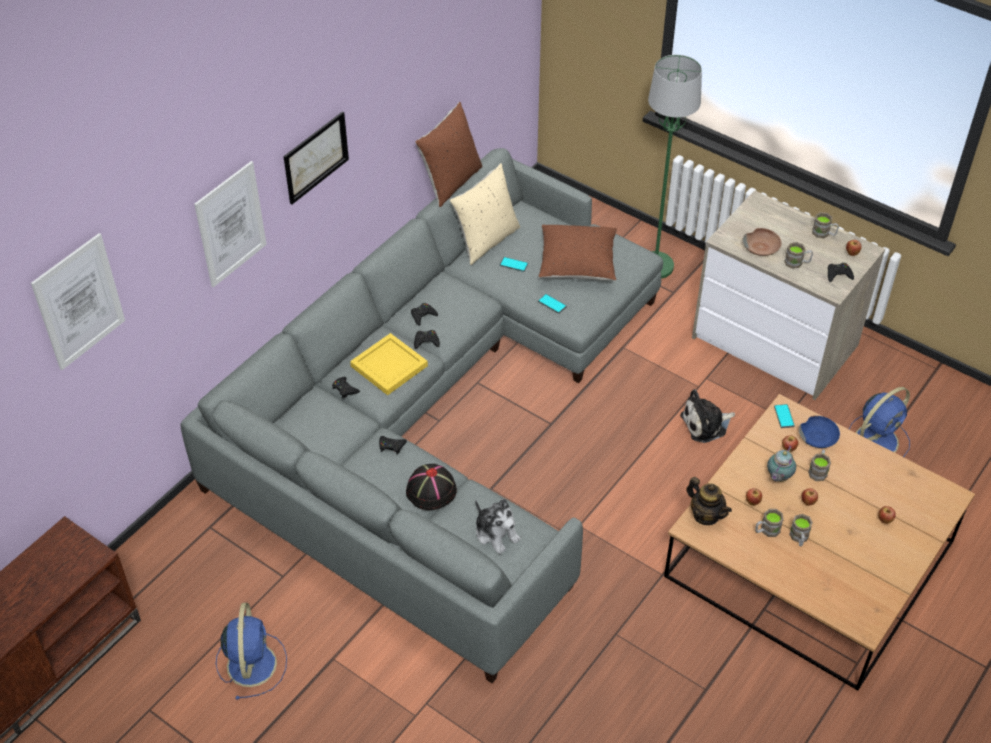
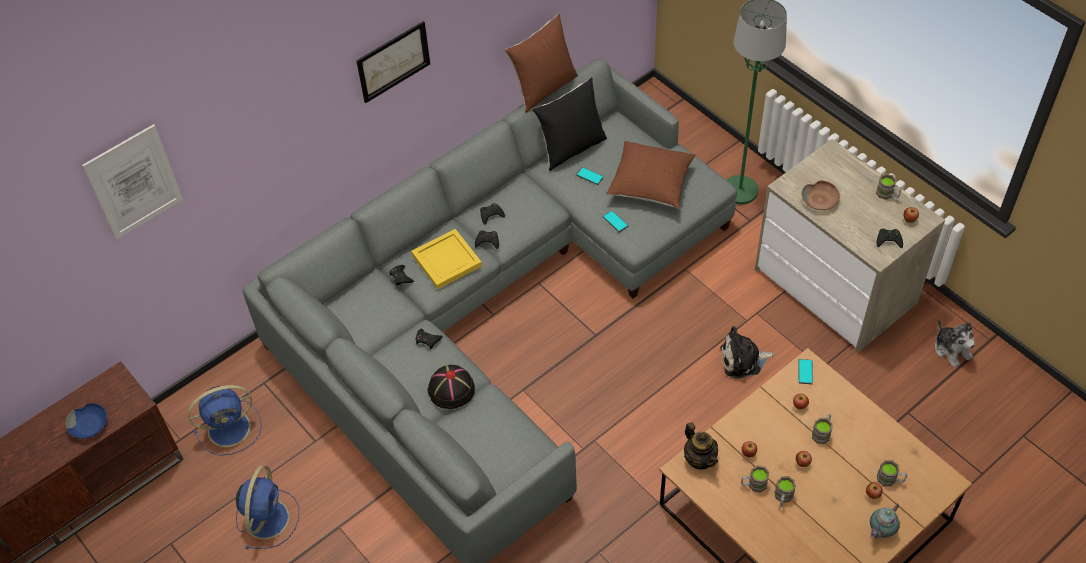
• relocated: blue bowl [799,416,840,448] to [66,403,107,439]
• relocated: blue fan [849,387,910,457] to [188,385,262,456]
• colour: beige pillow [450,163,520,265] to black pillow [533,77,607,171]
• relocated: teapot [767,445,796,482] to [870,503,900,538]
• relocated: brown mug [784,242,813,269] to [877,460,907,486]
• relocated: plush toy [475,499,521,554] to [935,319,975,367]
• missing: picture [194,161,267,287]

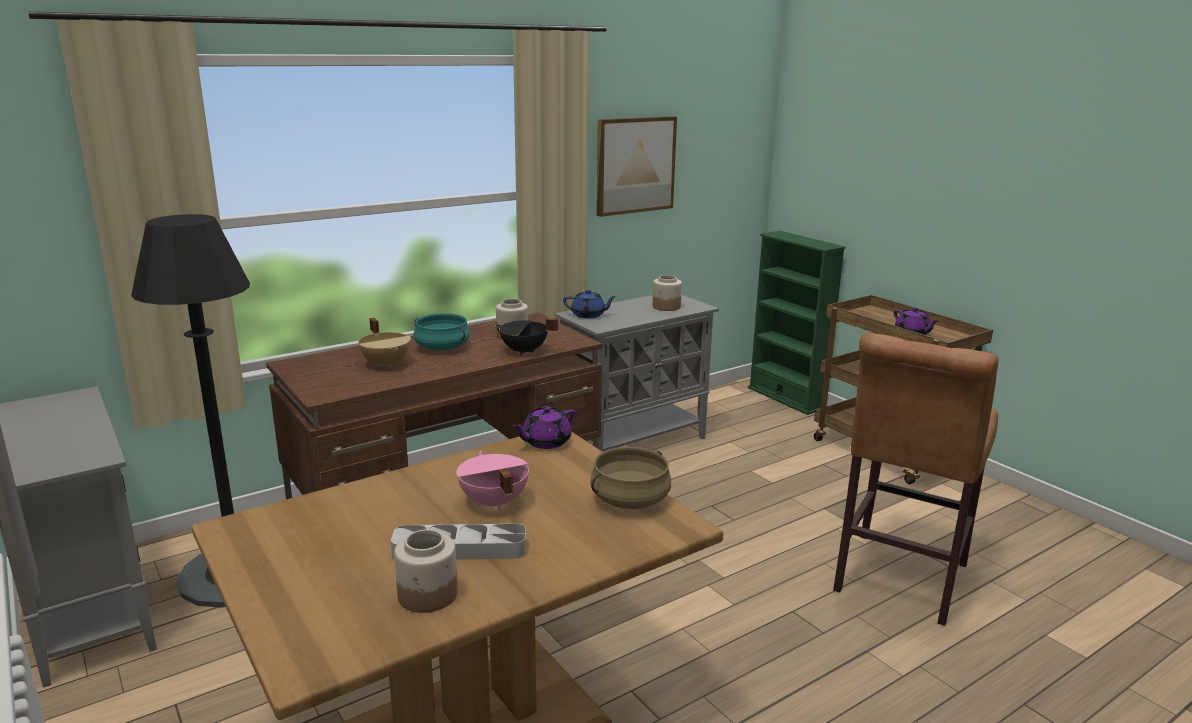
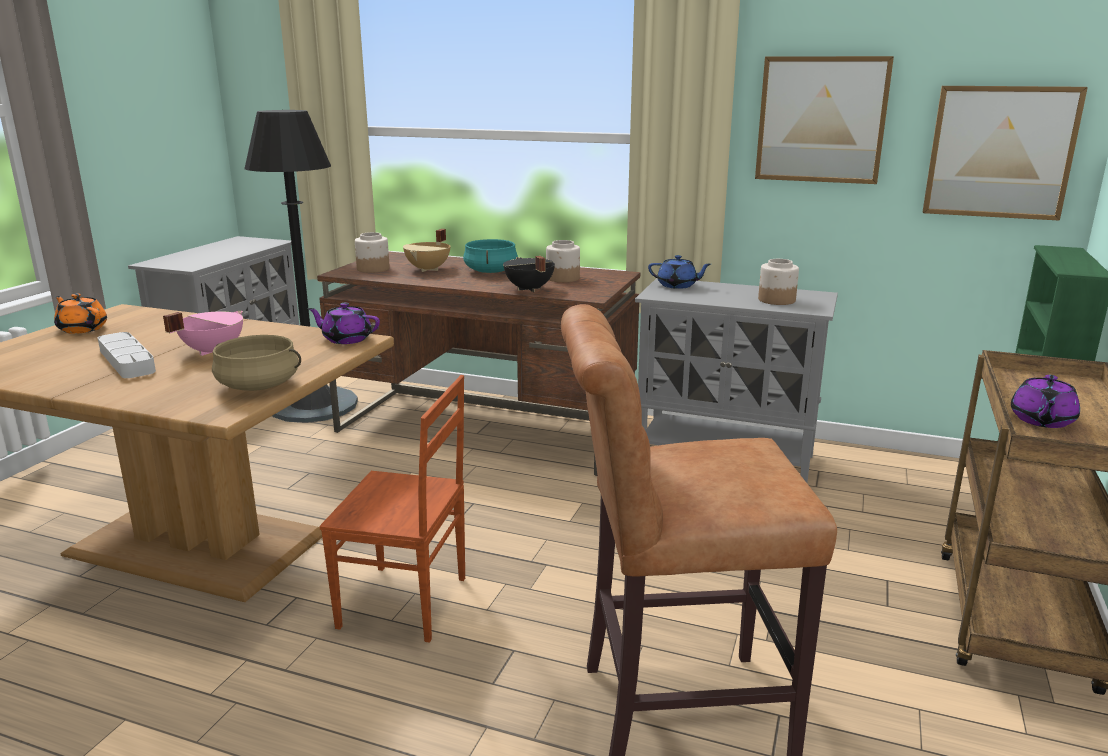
• appeared: orange teapot [54,294,107,334]
• appeared: brown chair [320,375,465,643]
• relocated: jar [394,529,458,613] to [355,232,390,273]
• spun: blue teapot [563,290,617,318] = [648,255,711,289] 45 degrees counterclockwise
• appeared: picture [923,86,1088,221]

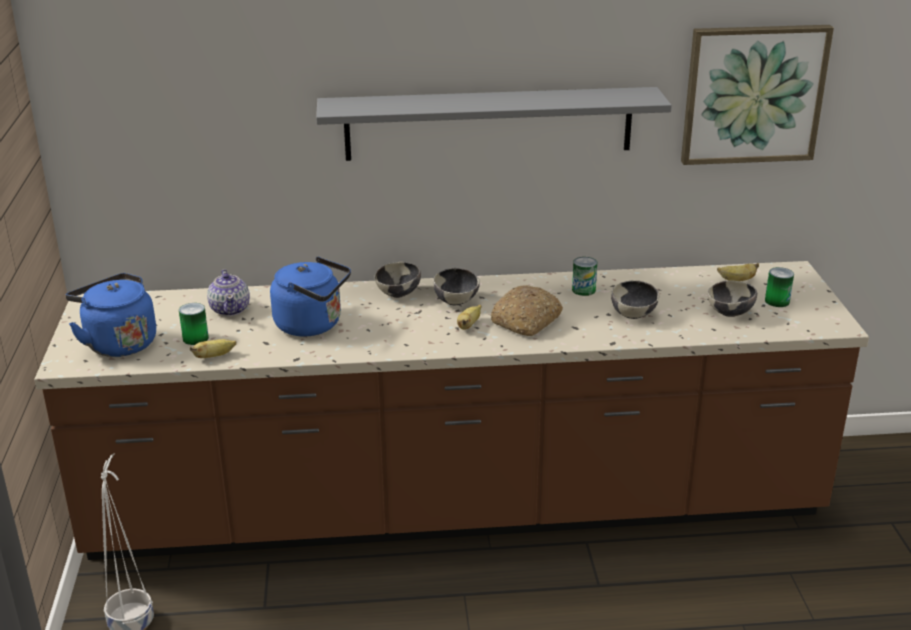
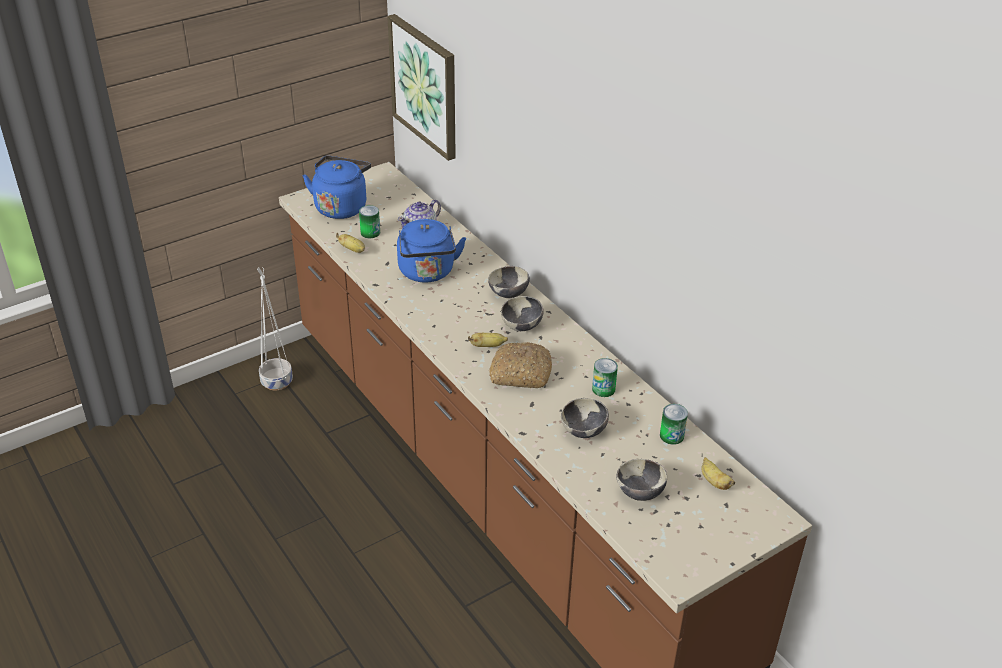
• relocated: picture [681,25,834,165] to [387,14,456,161]
• relocated: can [765,267,794,307] to [660,404,688,445]
• missing: grey shelf [316,87,672,161]

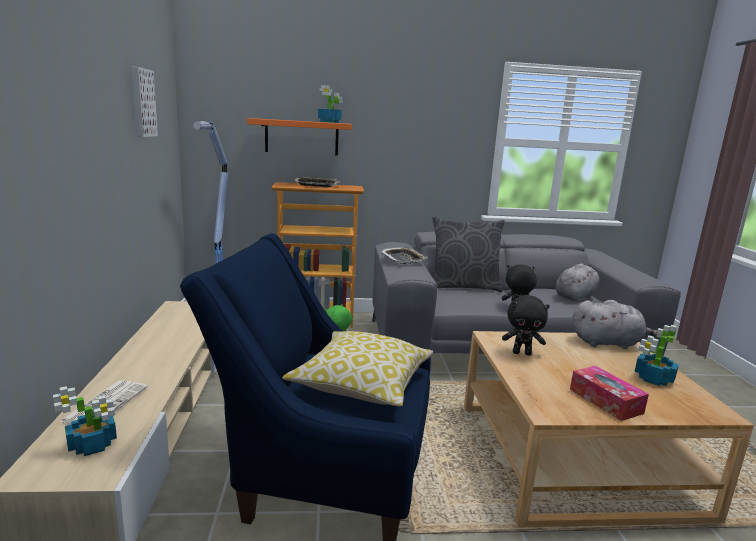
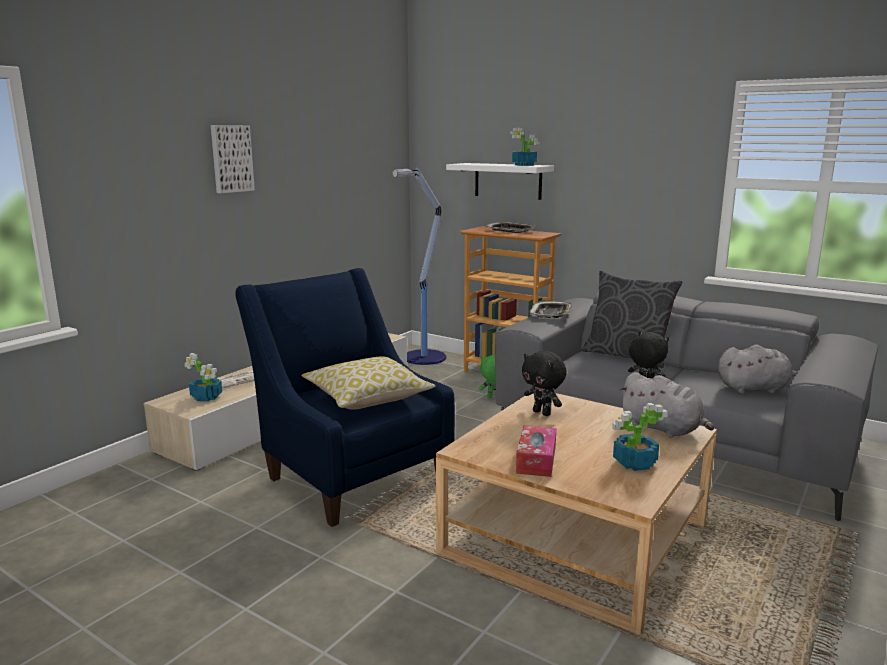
• relocated: picture [131,66,158,137] to [211,125,255,193]
• colour: orange shelf [247,118,352,156] to white shelf [446,163,554,200]

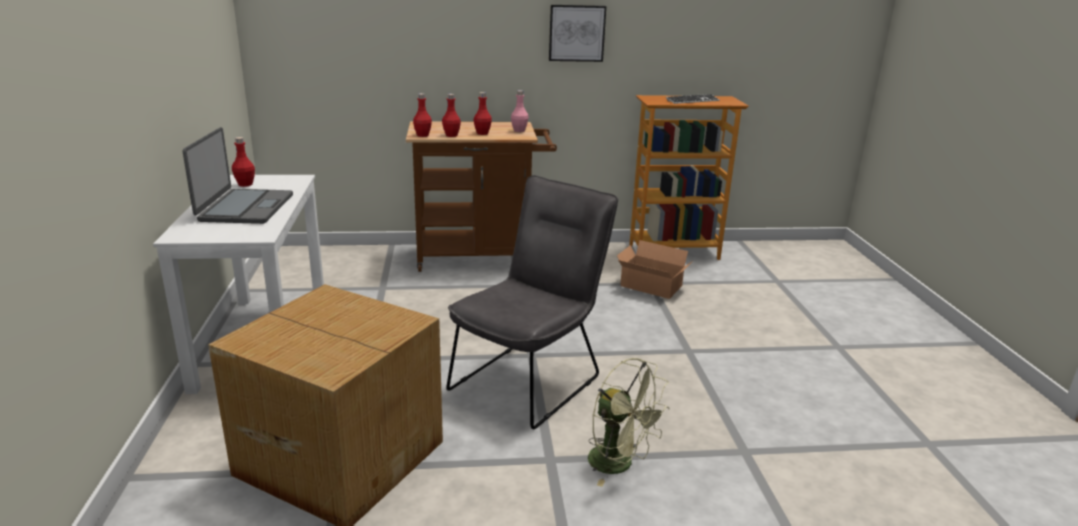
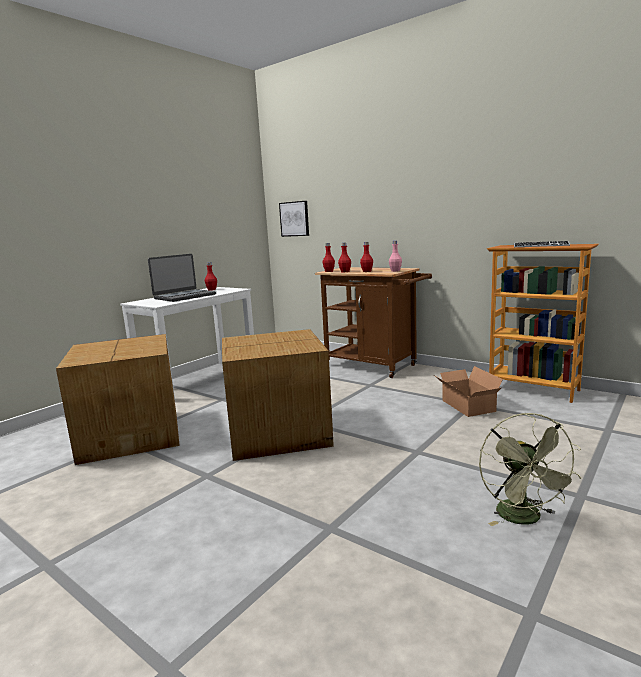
• exchanged: grey chair [446,175,618,429] to cardboard box [222,329,334,461]
• relocated: picture [549,5,606,62] to [279,201,309,237]
• relocated: green fan [588,358,670,487] to [479,413,581,526]

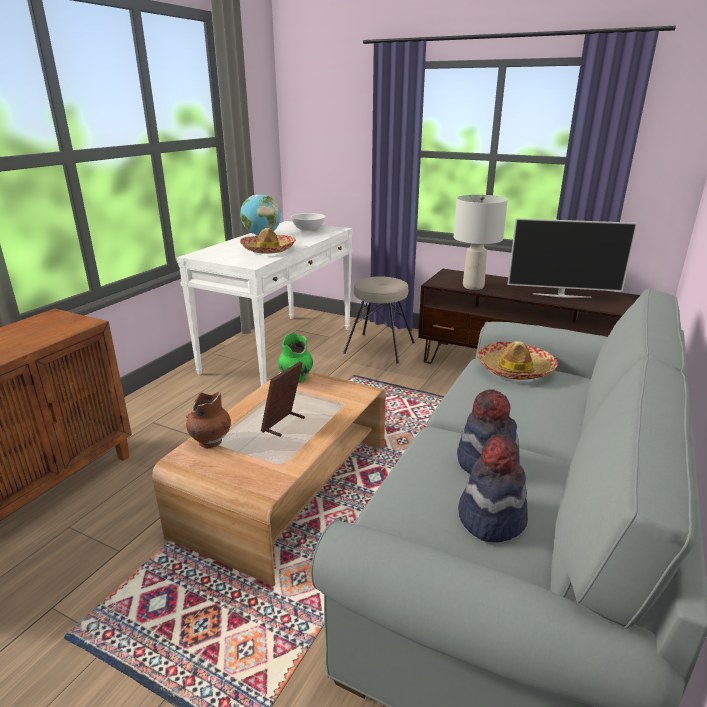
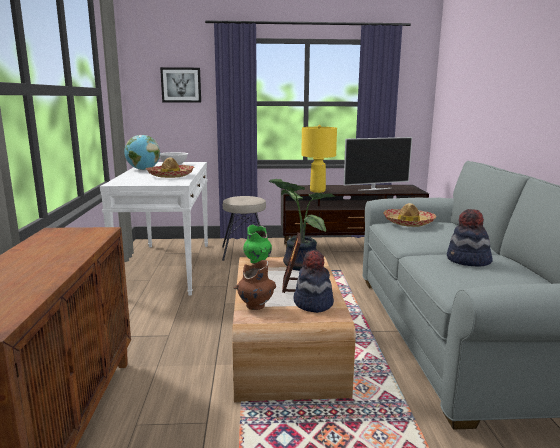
• appeared: picture [160,67,201,103]
• appeared: potted plant [269,179,335,271]
• relocated: hat [458,434,528,542] to [294,250,334,313]
• colour: grey table lamp [454,195,508,290] to yellow table lamp [301,125,337,193]

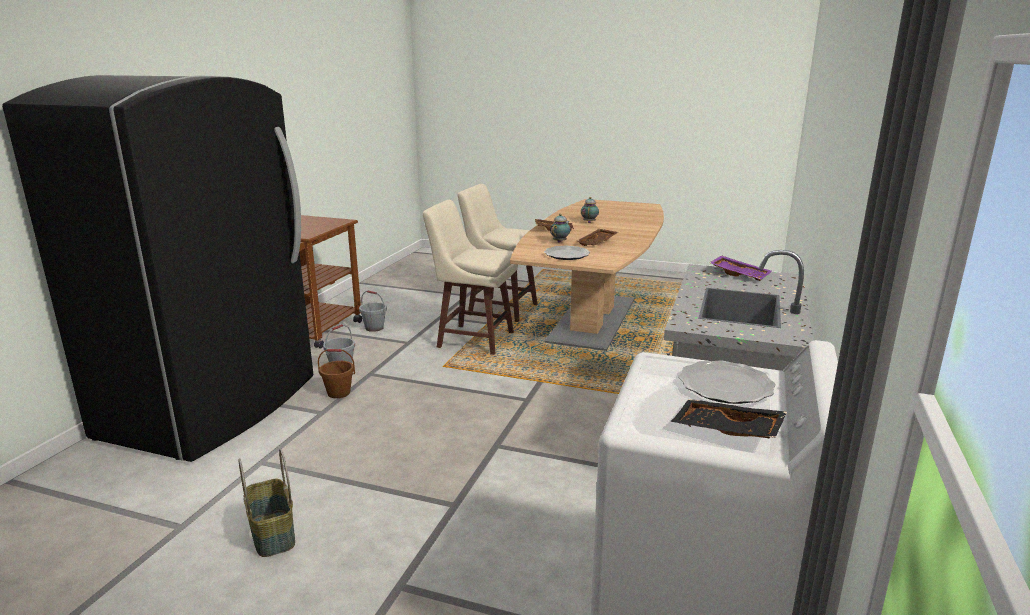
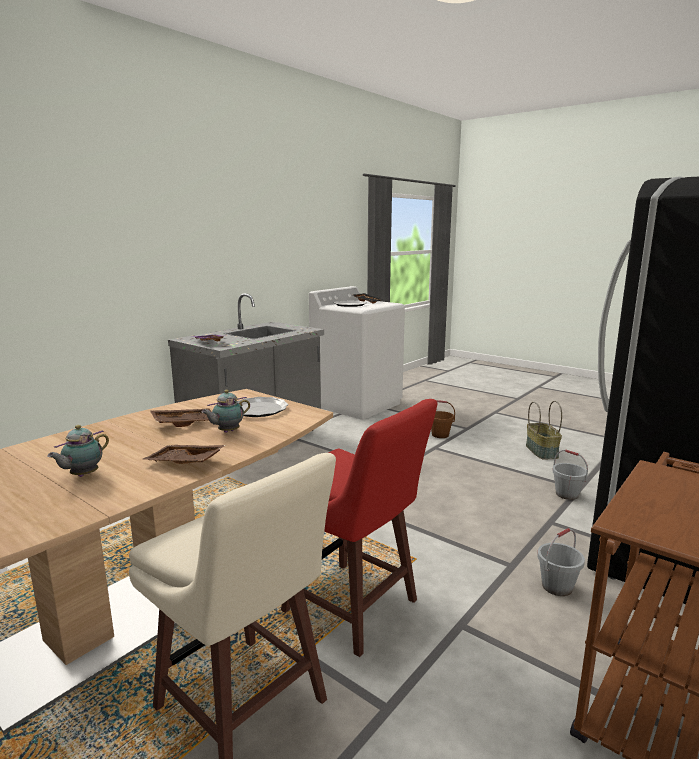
• colour: beige stool [423,200,518,355] to red stool [281,399,437,657]
• relocated: brown bucket [318,349,355,398] to [431,400,455,438]
• relocated: grey bucket [359,290,387,332] to [552,450,588,500]

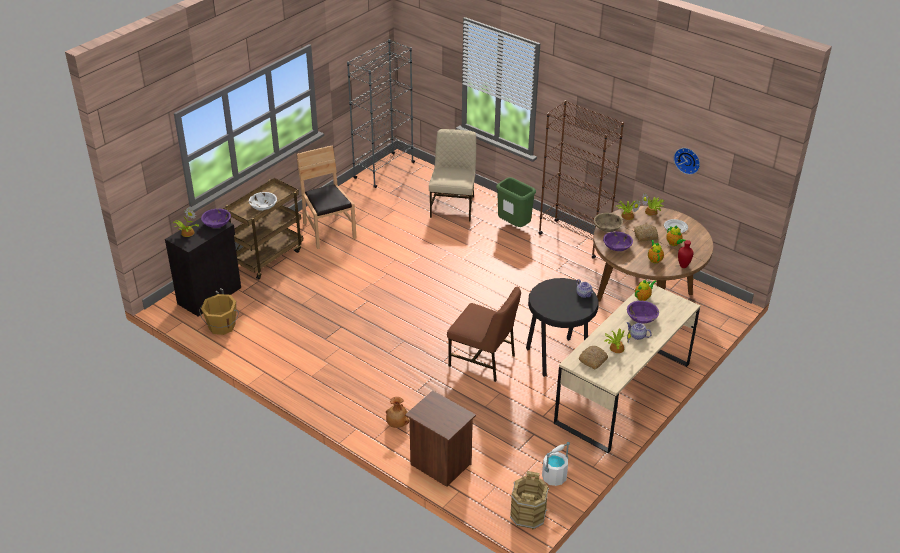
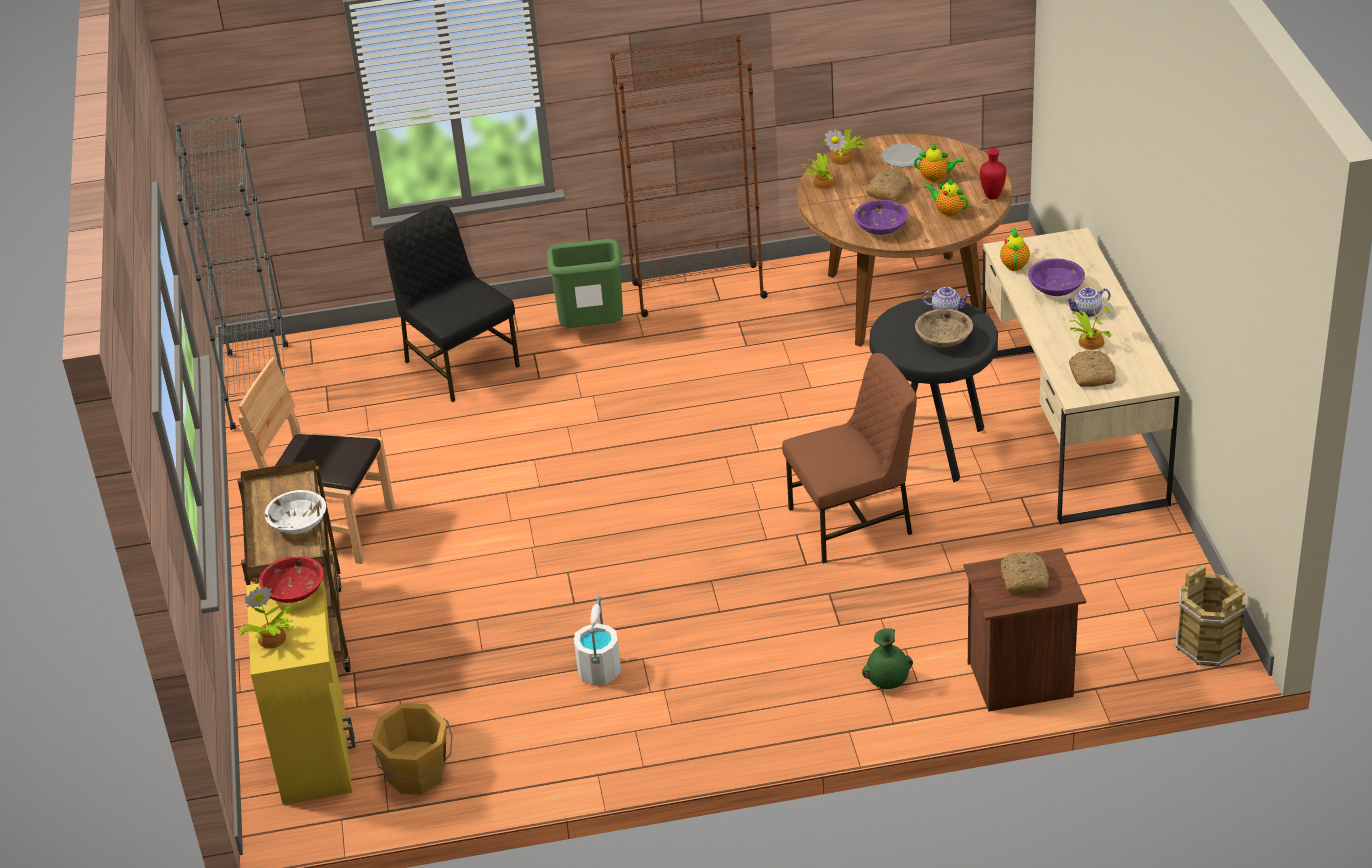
• colour: black cabinet [165,218,241,316] to yellow cabinet [246,580,356,805]
• colour: purple bowl [201,208,231,228] to red bowl [259,556,324,603]
• colour: beige chair [429,129,476,221] to black chair [383,205,520,402]
• relocated: white bucket [542,442,570,486] to [574,596,621,685]
• colour: brown vase [386,397,409,428] to green vase [862,628,913,689]
• relocated: beige bowl [594,213,623,232] to [915,309,973,347]
• appeared: bread [1001,552,1049,593]
• missing: wall clock [674,148,700,175]

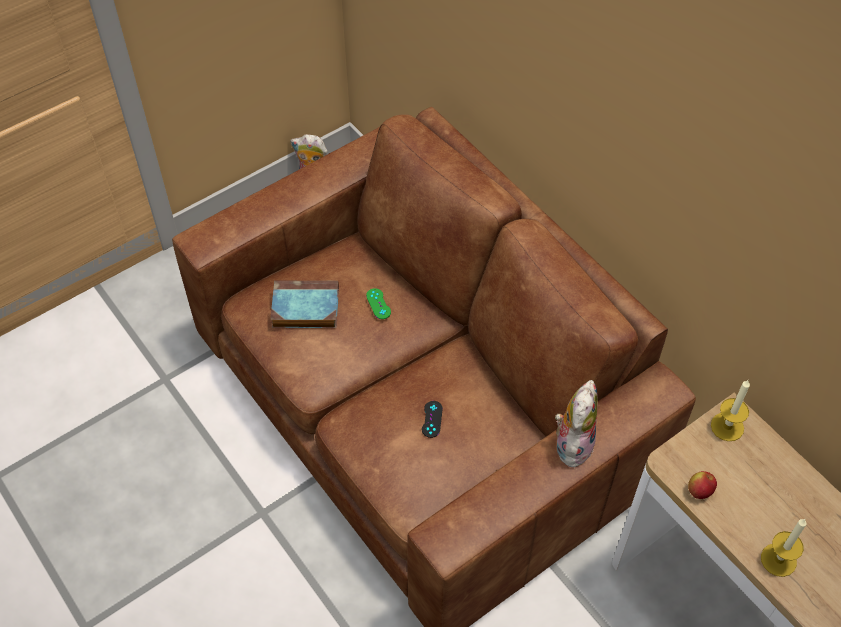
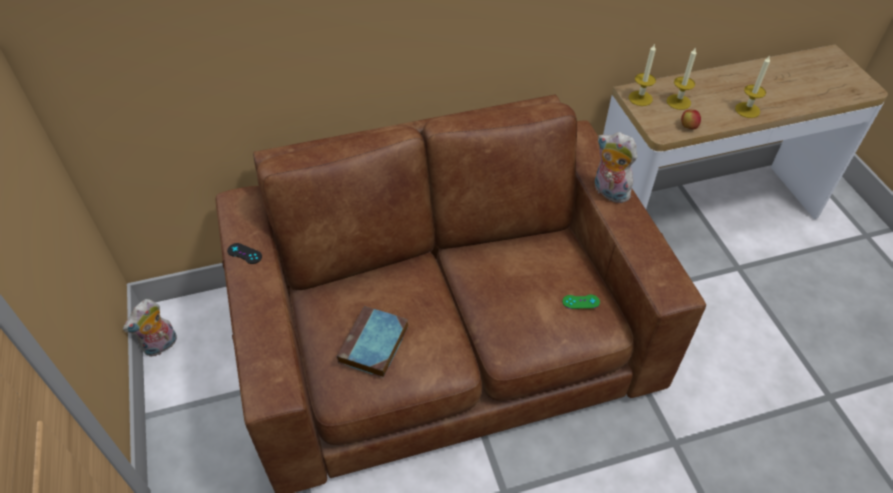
• relocated: black game controller [422,401,443,438] to [227,243,262,264]
• relocated: green game controller [366,288,391,319] to [563,295,600,309]
• appeared: candle [667,47,697,110]

